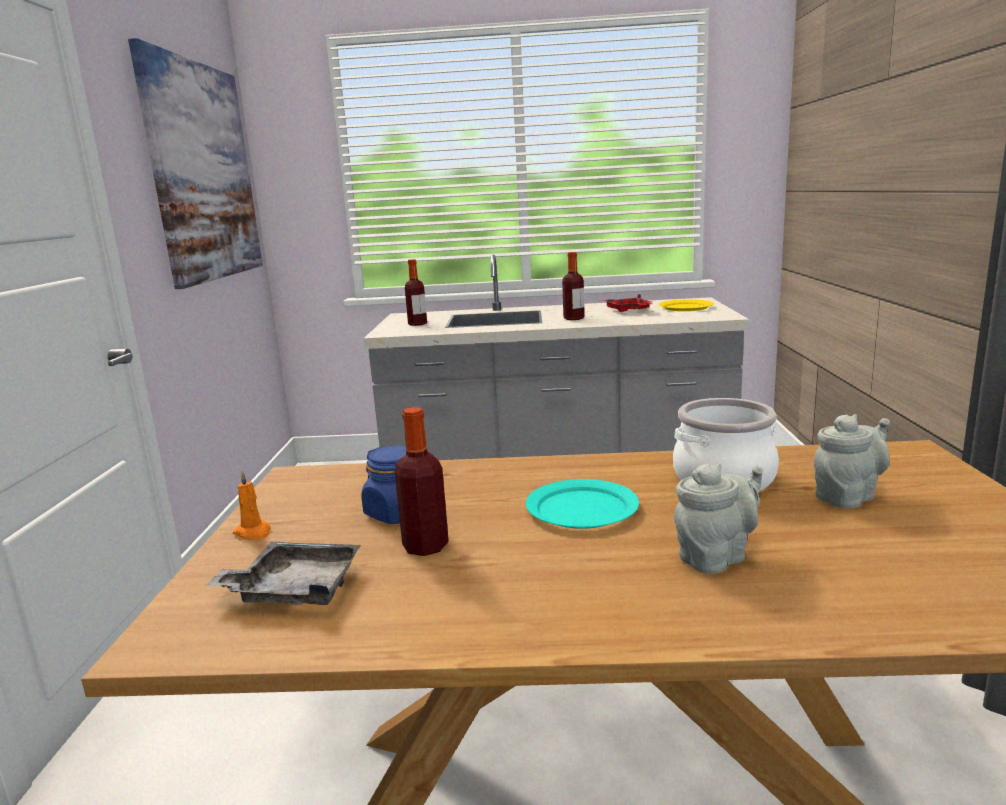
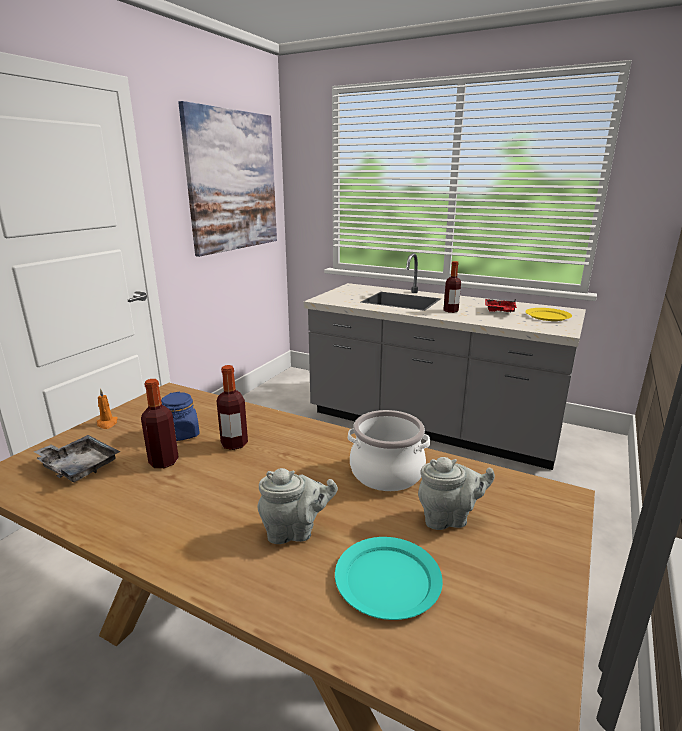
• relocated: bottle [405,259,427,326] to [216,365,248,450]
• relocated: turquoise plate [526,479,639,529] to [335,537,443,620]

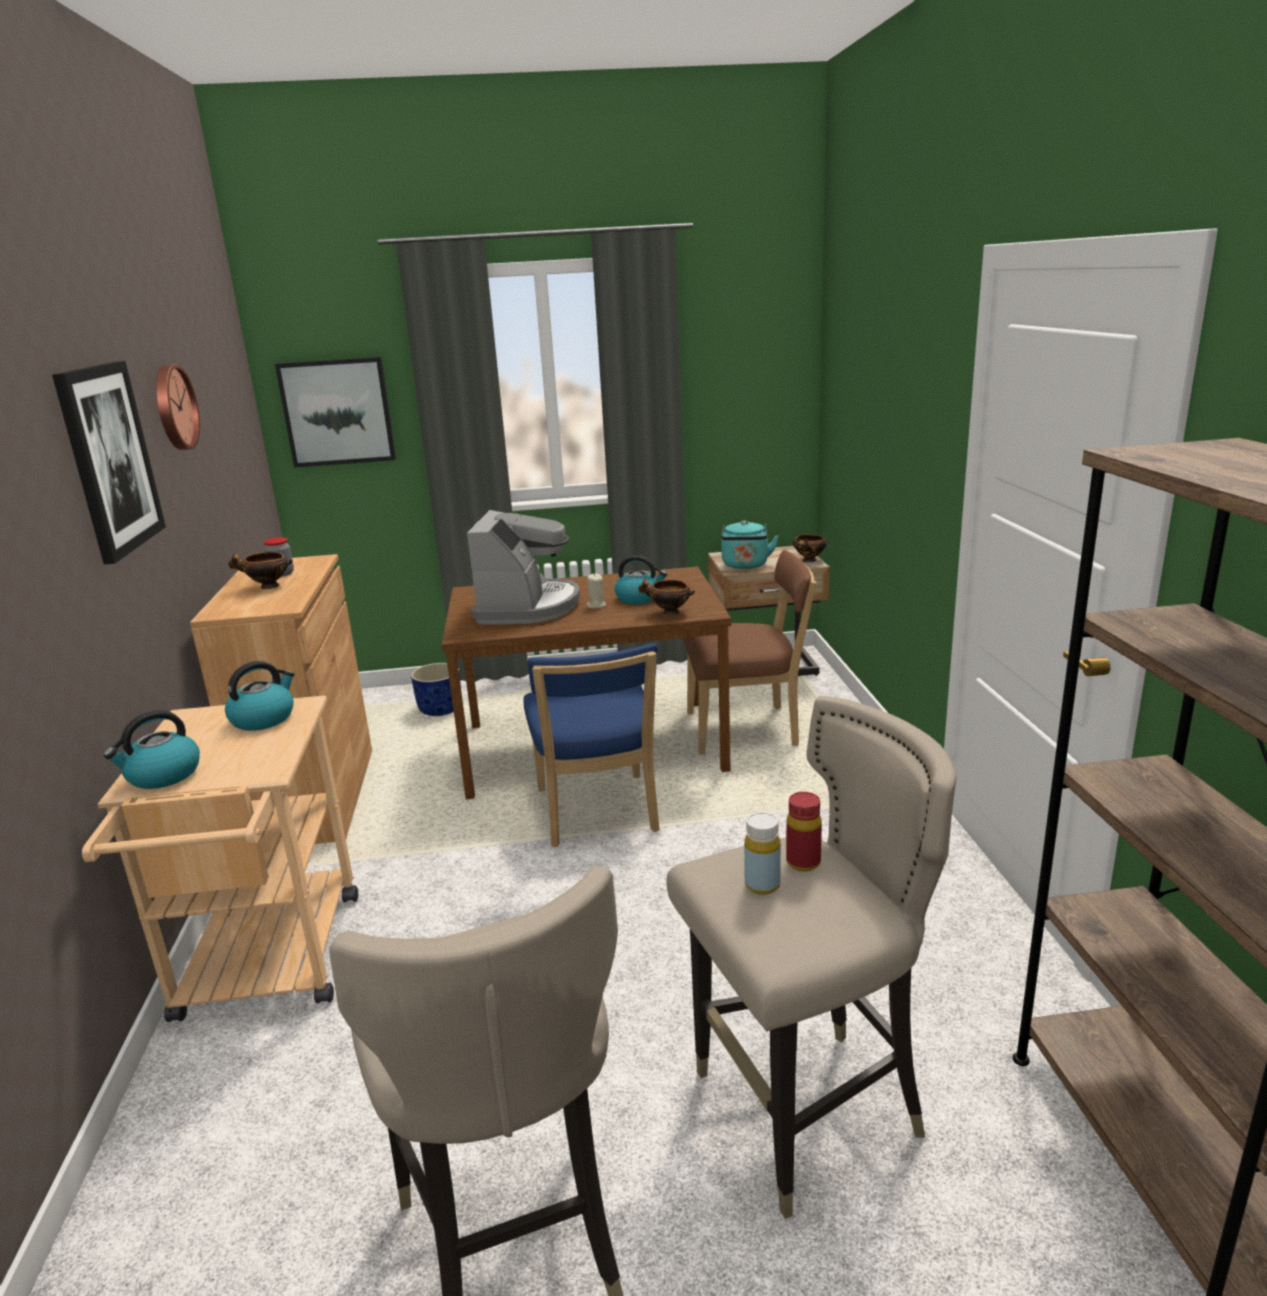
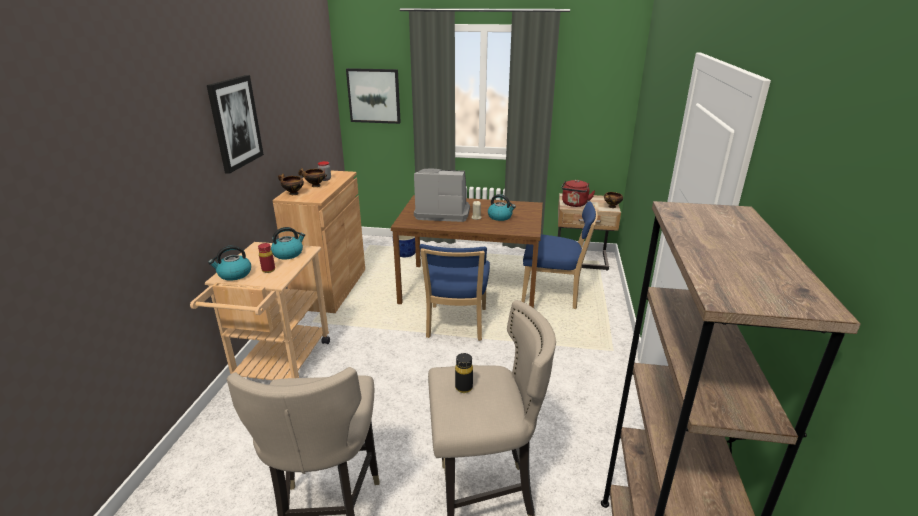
• relocated: red bottle [786,792,822,872] to [258,243,275,273]
• relocated: bowl [638,578,695,616] to [278,173,304,195]
• spun: coffee machine [467,510,580,624] = [414,169,470,222] 105 degrees counterclockwise
• colour: yellow bottle [744,812,781,895] to black bottle [455,353,473,393]
• colour: brown chair [683,550,817,754] to blue chair [521,201,598,309]
• colour: turquoise kettle [721,520,779,569] to red kettle [561,180,595,207]
• missing: wall clock [156,364,200,450]

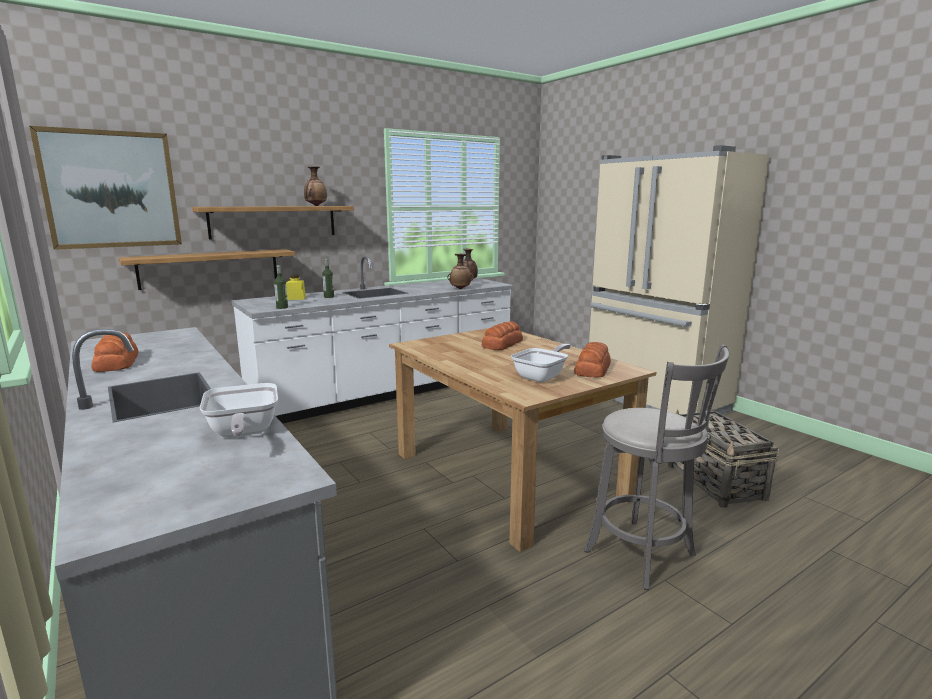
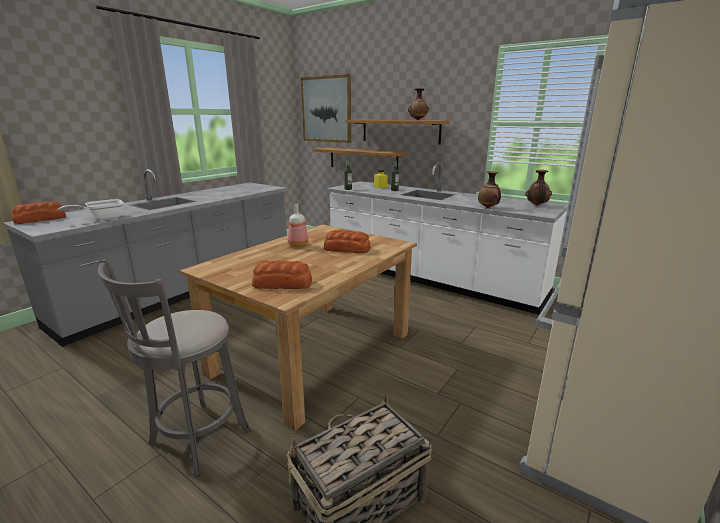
• relocated: bread [91,332,139,372] to [12,201,66,224]
• appeared: bottle [288,204,309,247]
• missing: frying pan [511,344,571,382]

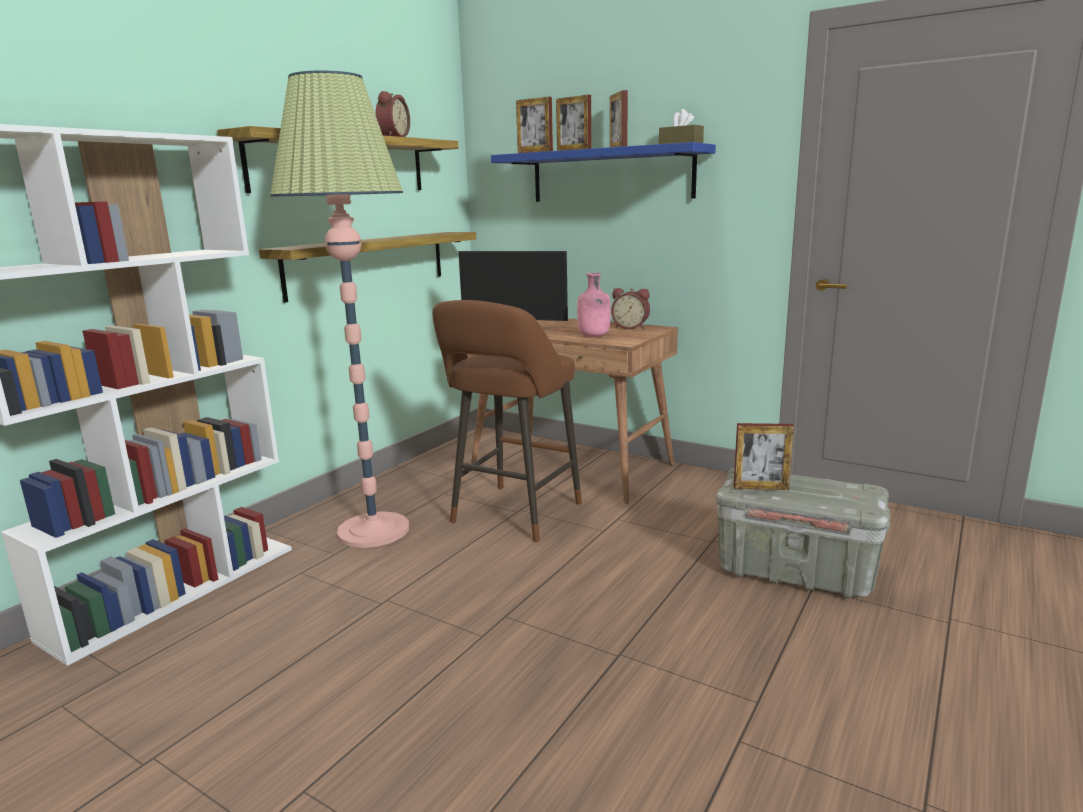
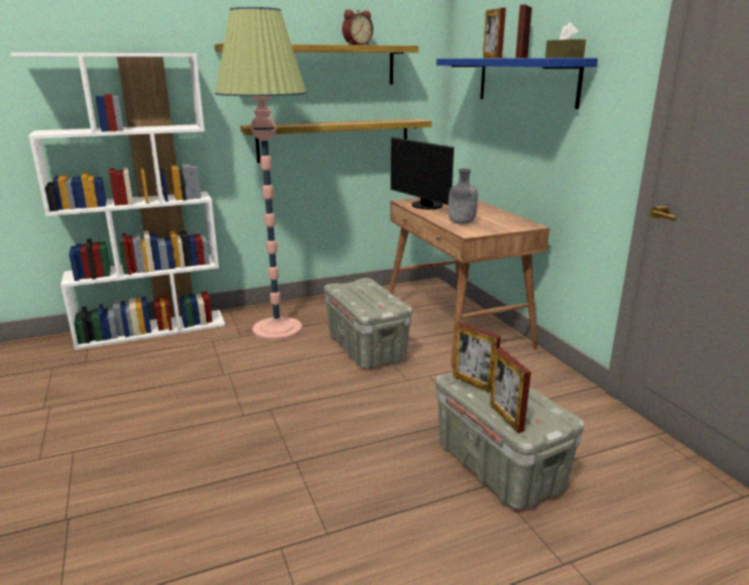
• exchanged: brown stool [432,300,582,542] to grey storage box [324,278,412,368]
• colour: pink bottle [577,273,611,337] to grey bottle [448,169,478,224]
• relocated: picture frame [516,97,553,153] to [490,348,531,433]
• missing: alarm clock [611,288,650,329]

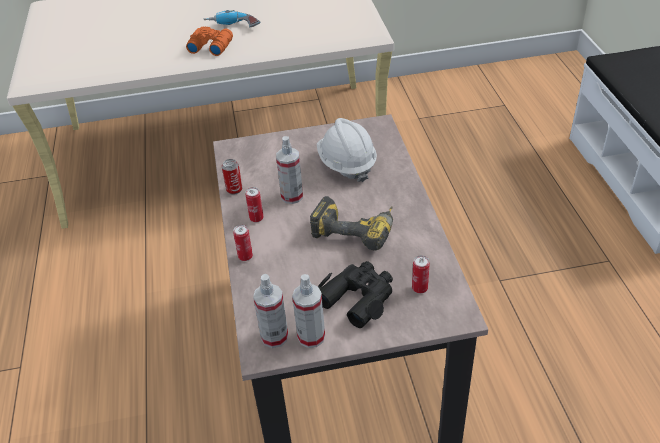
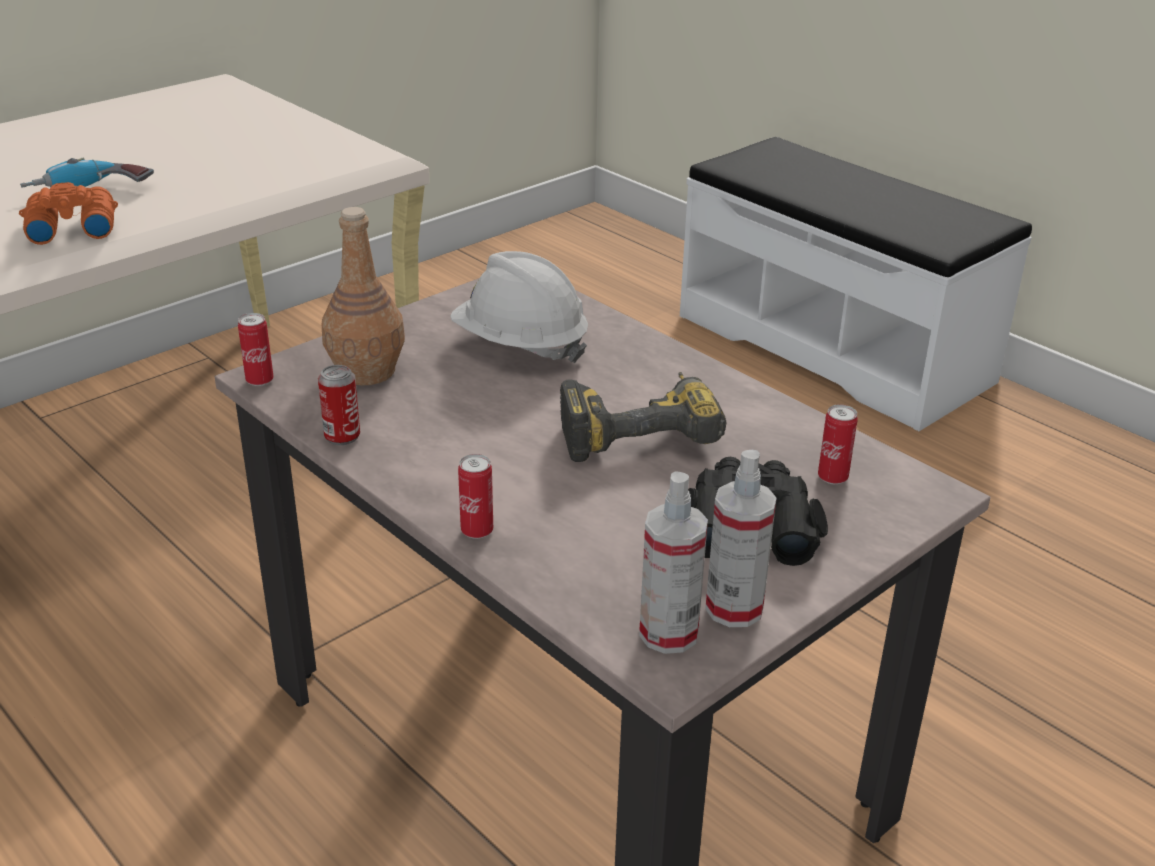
• relocated: can [246,187,264,222] to [238,313,274,386]
• appeared: brown bottle [322,207,405,386]
• missing: spray bottle [276,136,303,204]

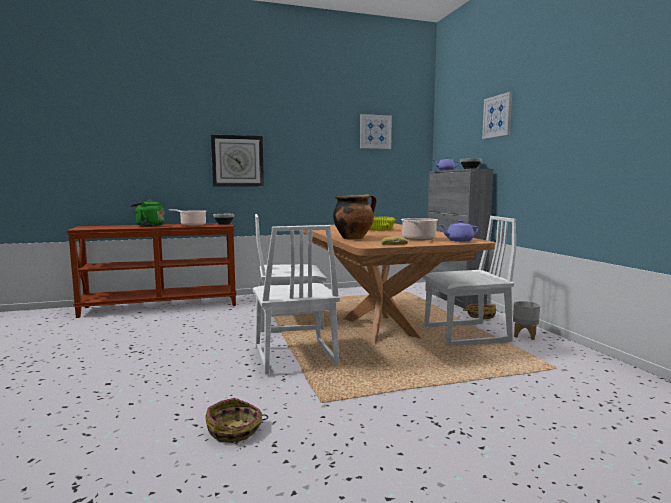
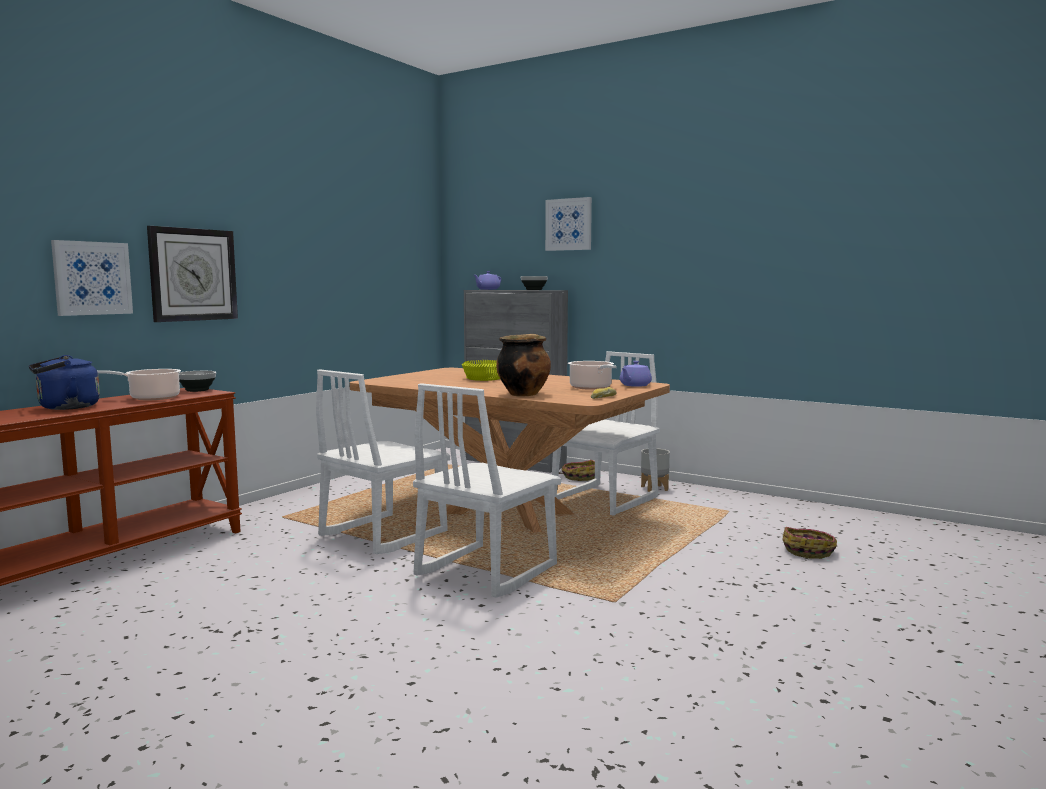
• colour: green kettle [129,200,165,227] to blue kettle [29,355,100,410]
• relocated: picture [360,114,392,149] to [51,240,133,316]
• spun: white chair [253,225,340,374] = [413,383,561,598] 90 degrees clockwise
• relocated: basket [205,398,268,443] to [783,527,837,559]

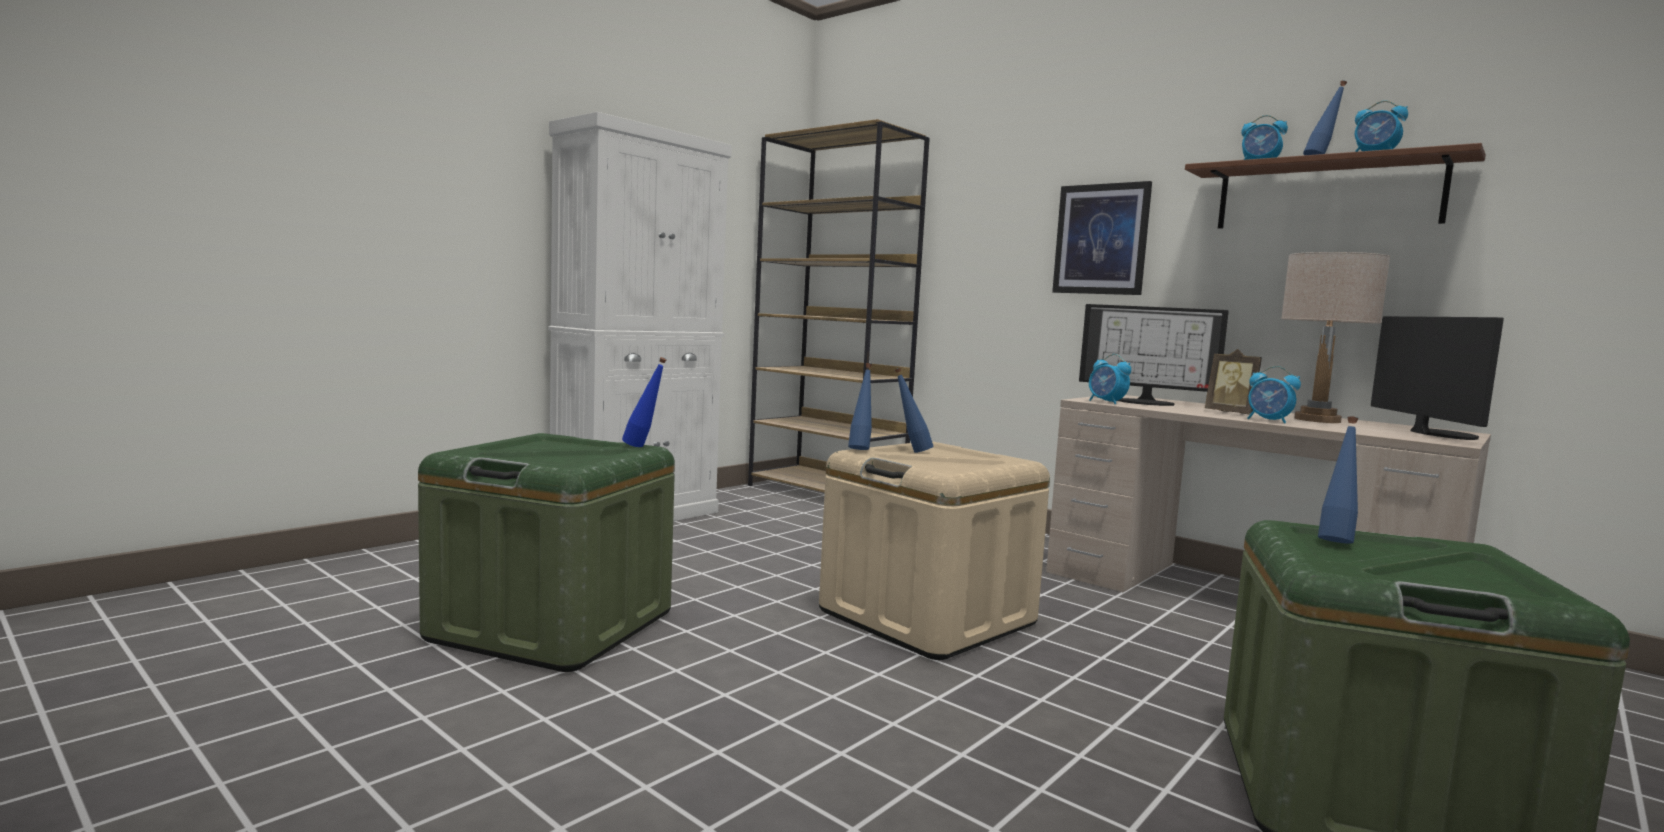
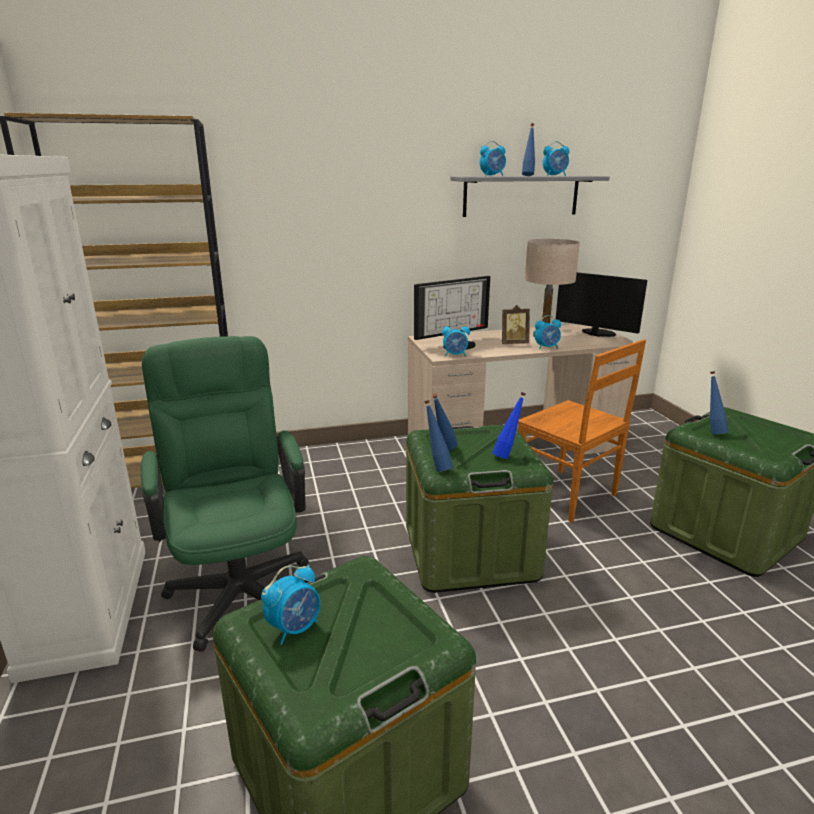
• appeared: green office chair [141,336,309,652]
• appeared: alarm clock [261,565,320,645]
• colour: beige storage box [819,441,1050,660] to green storage box [406,425,553,593]
• colour: brown shelf [1185,143,1486,229] to grey shelf [450,176,610,217]
• relocated: blue bottle [622,357,667,447] to [492,392,526,459]
• appeared: brown chair [518,339,646,523]
• missing: picture [1052,181,1152,295]

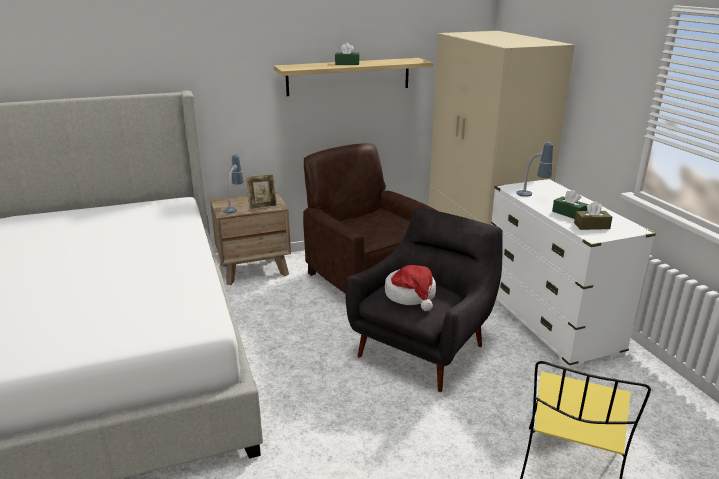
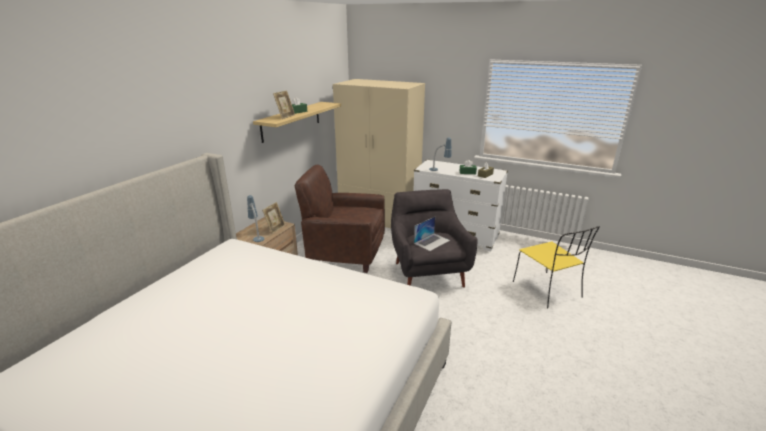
• appeared: picture frame [273,91,295,119]
• exchanged: hat [385,265,436,311] to laptop [414,217,450,251]

